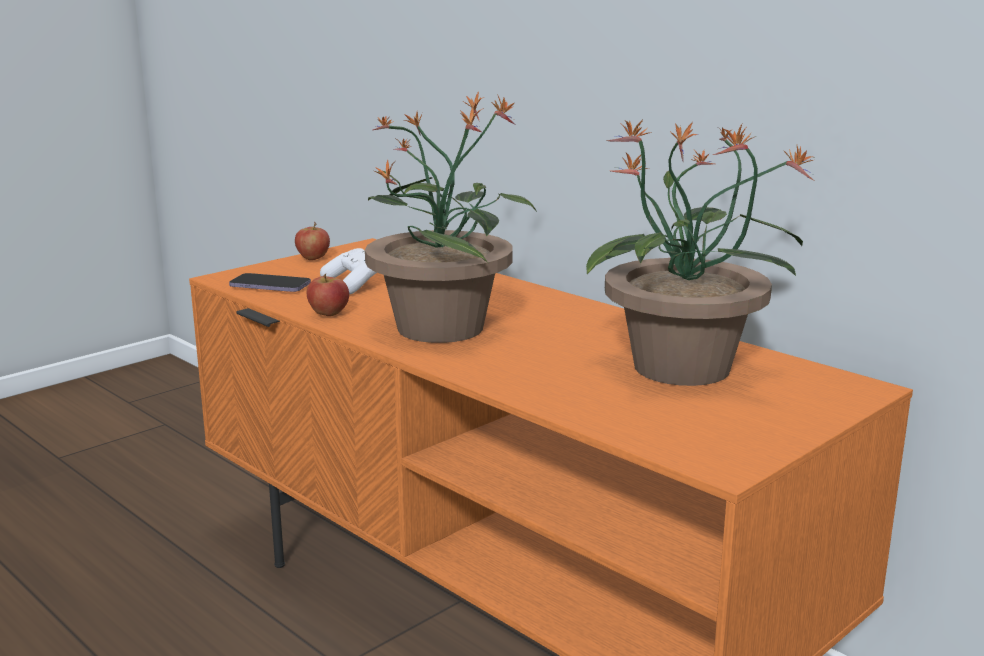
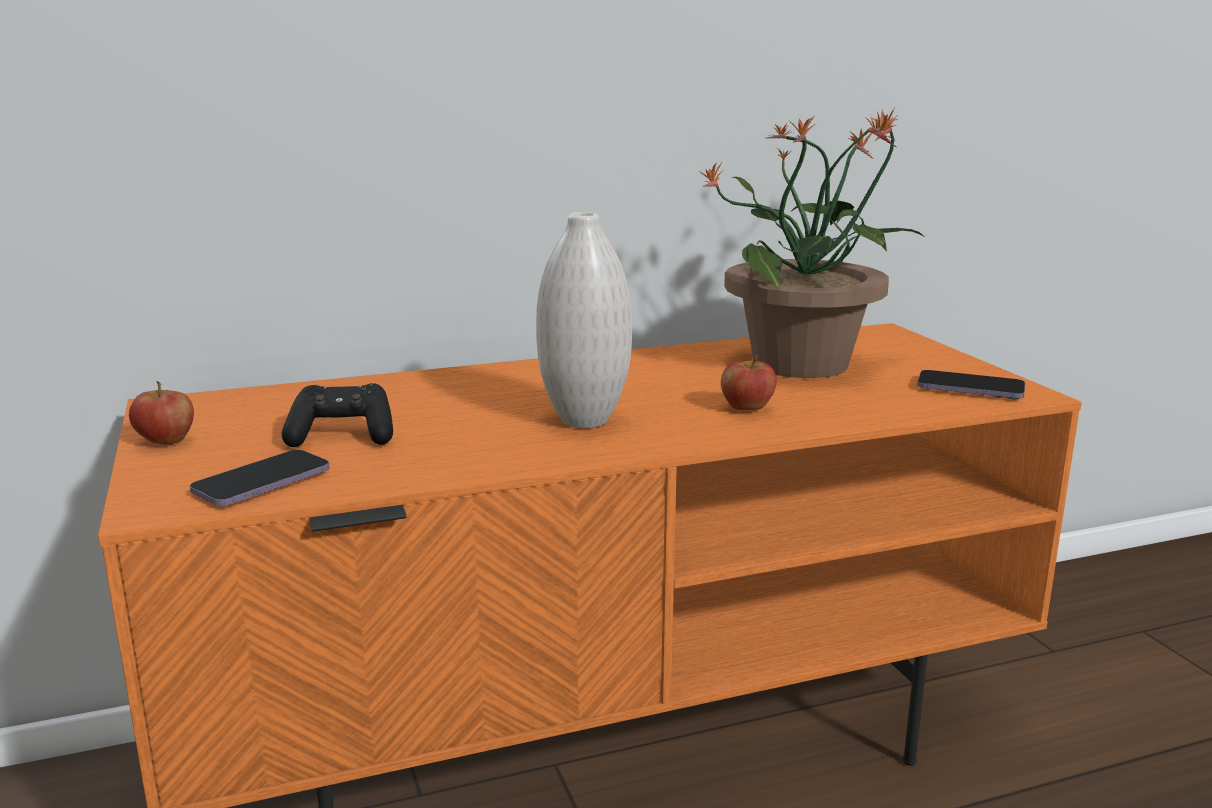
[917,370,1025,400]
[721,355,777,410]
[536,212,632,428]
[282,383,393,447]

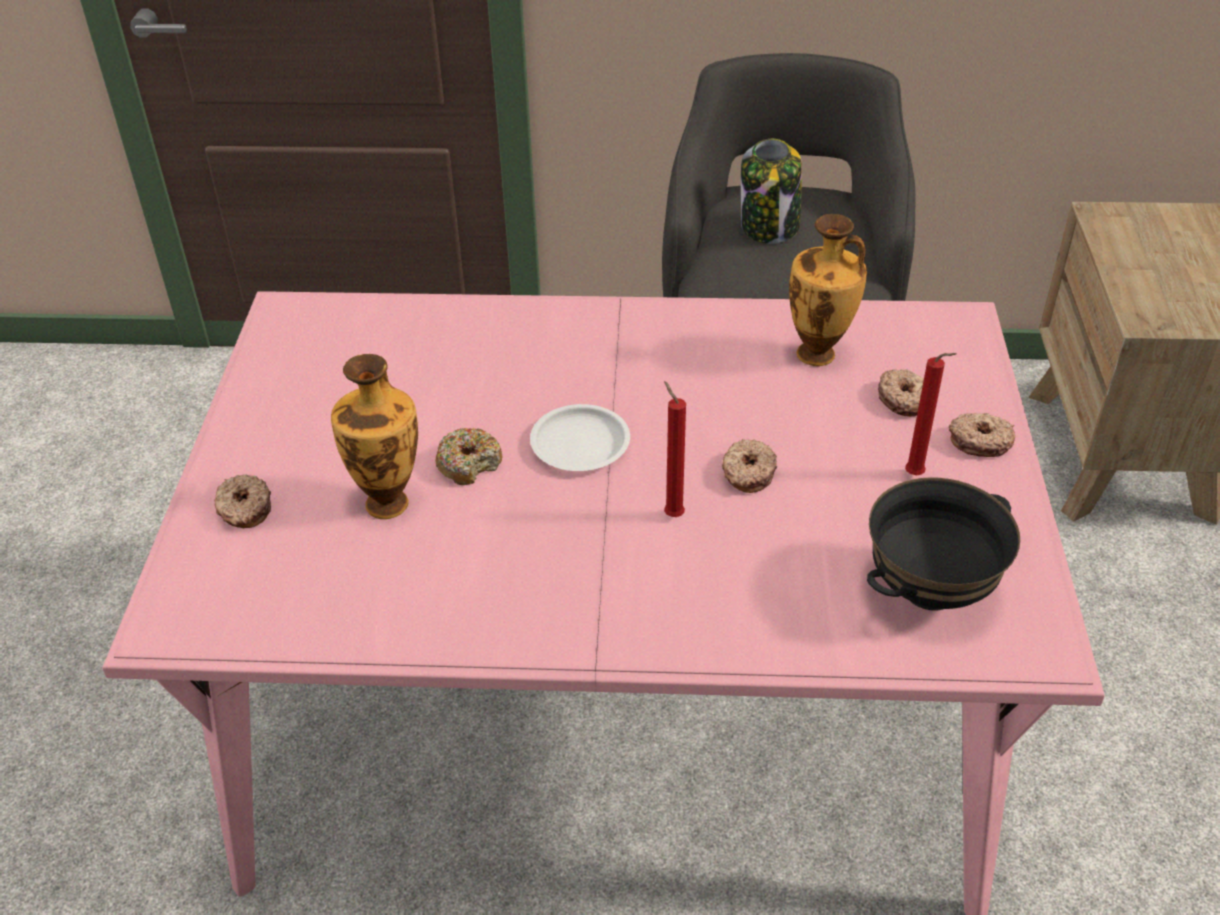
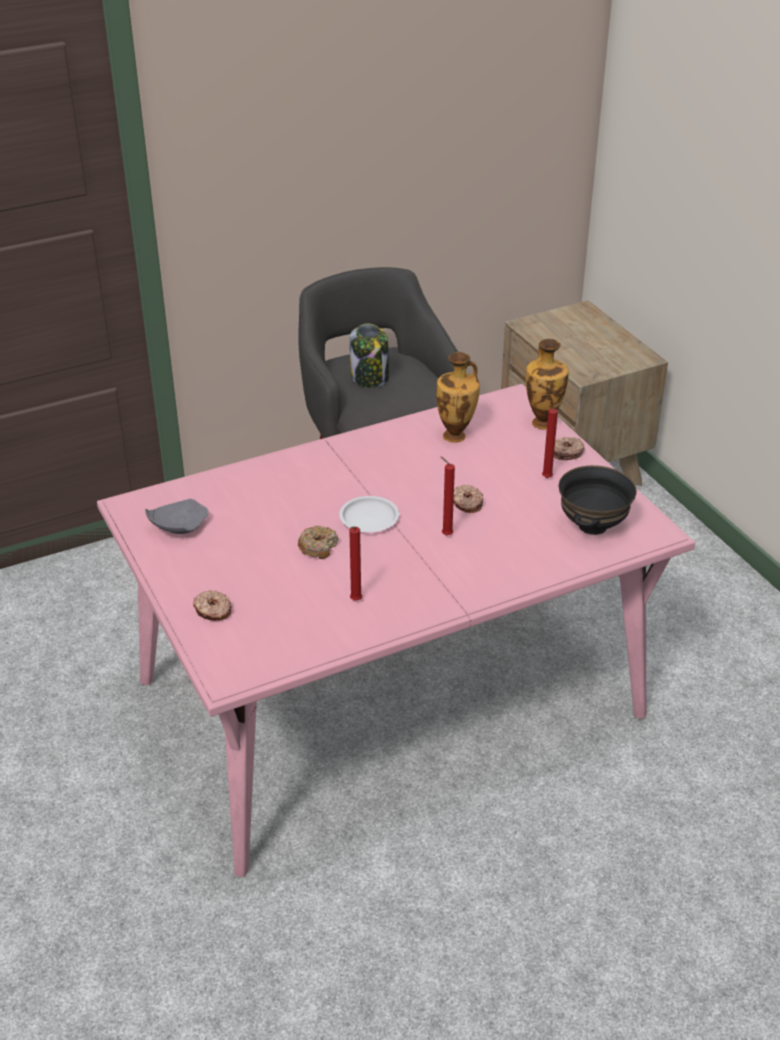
[878,369,924,417] (first image)
[145,499,209,534]
[349,526,362,601]
[526,339,569,430]

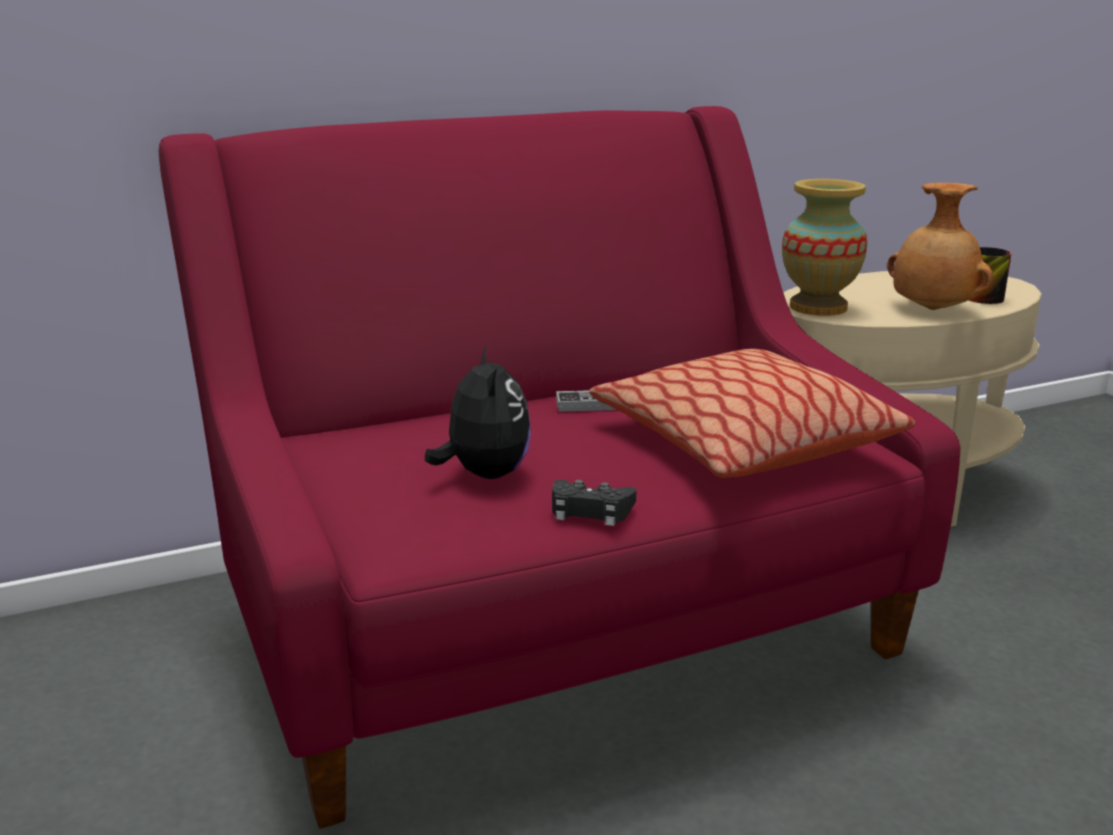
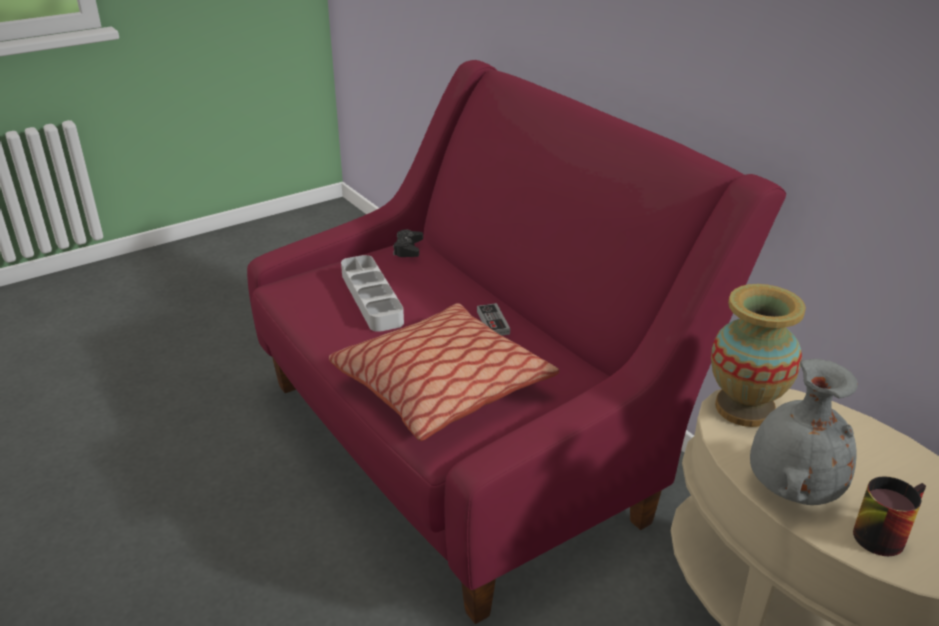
[393,229,423,257]
[341,255,404,332]
[750,359,858,505]

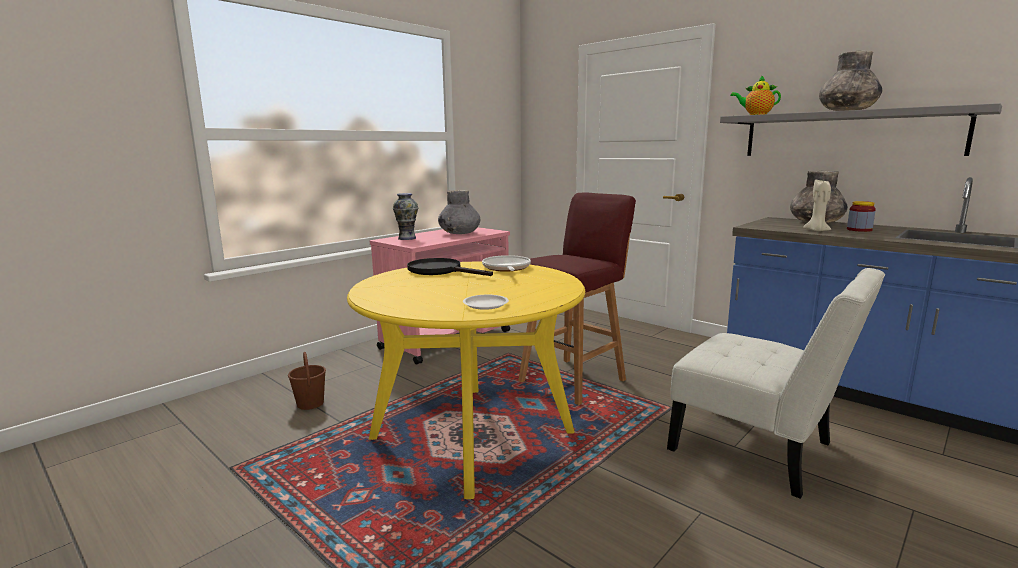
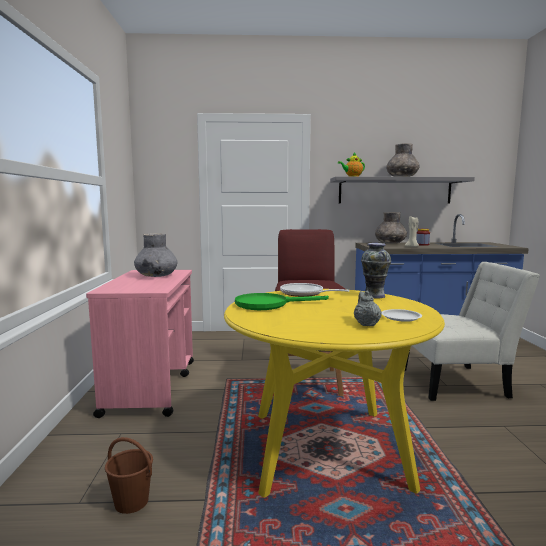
[354,291,382,326]
[361,243,391,298]
[235,293,329,310]

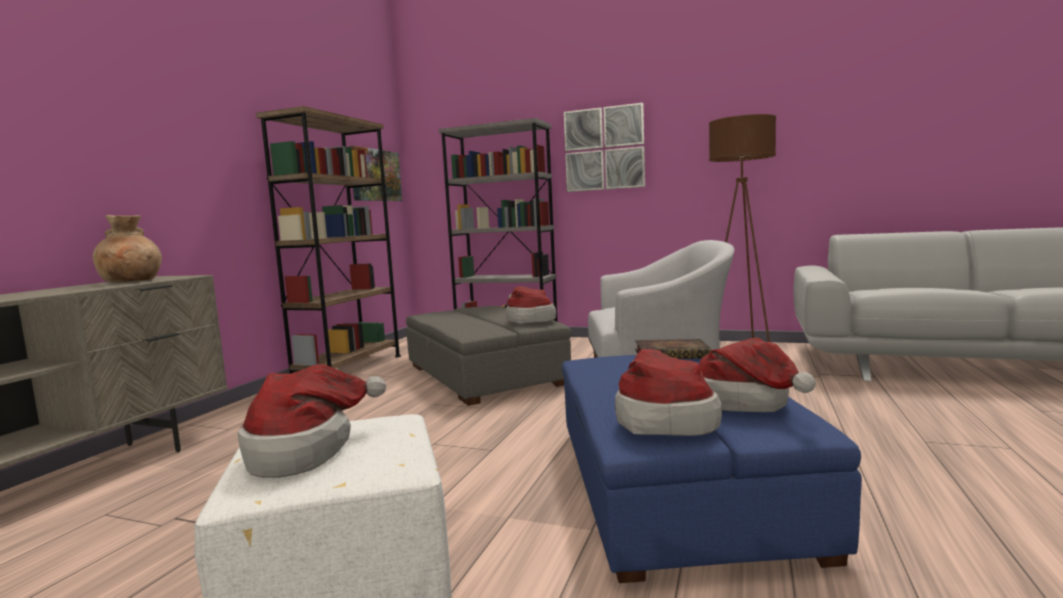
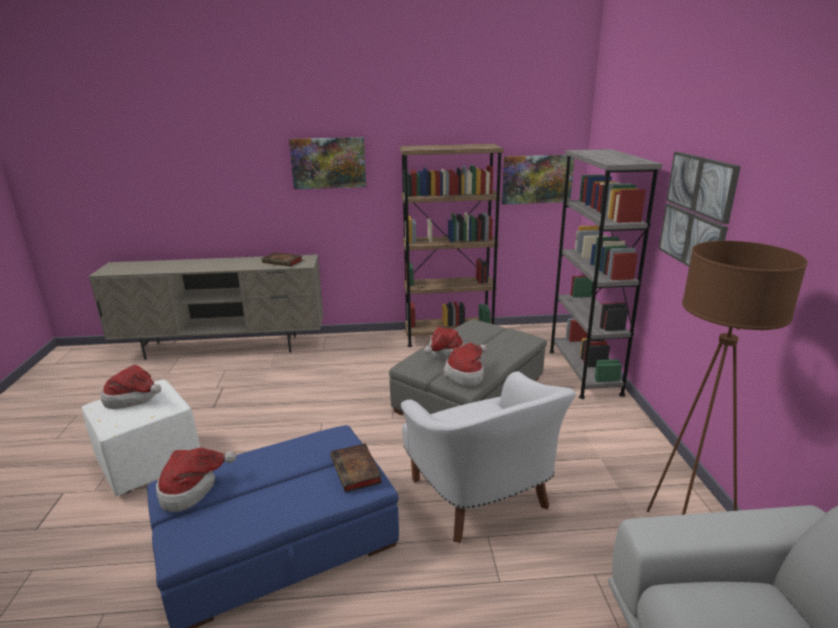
[289,137,366,189]
[424,327,465,361]
[262,252,303,267]

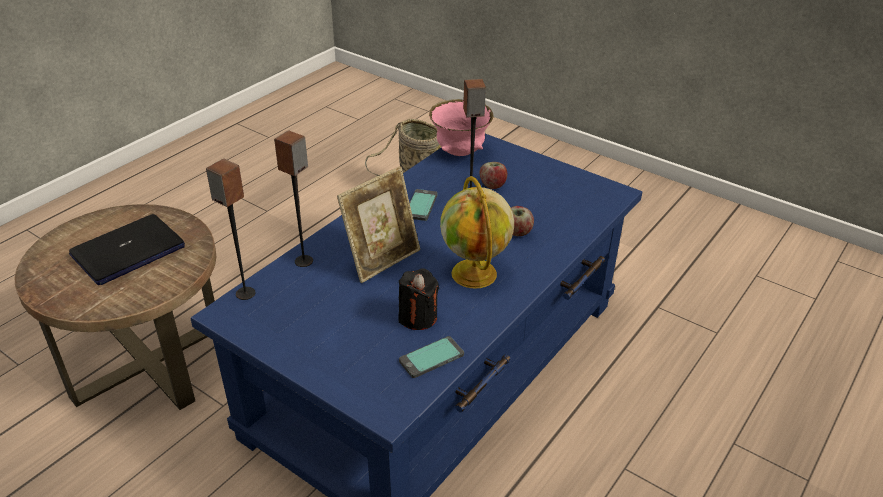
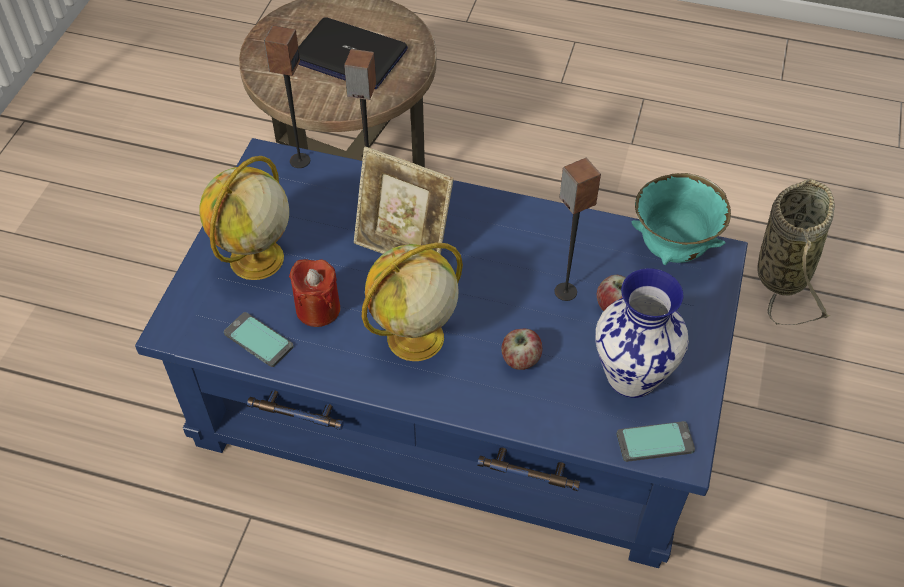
[199,156,289,280]
[595,268,689,398]
[617,421,695,462]
[289,259,340,327]
[632,173,731,265]

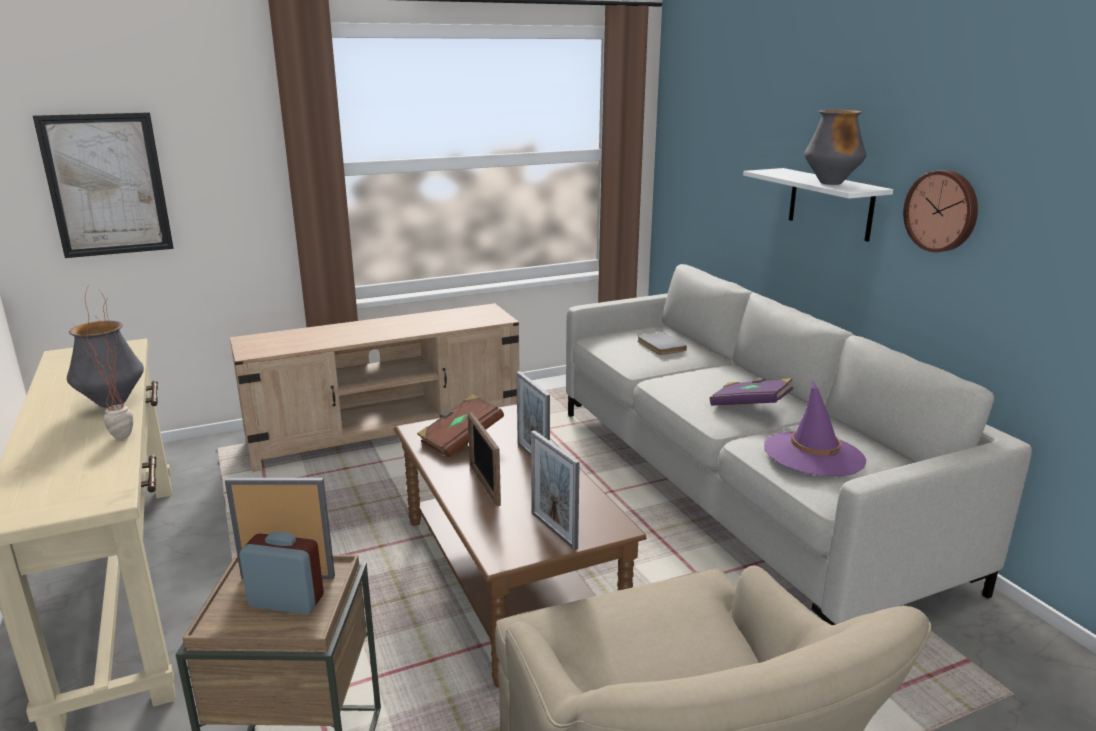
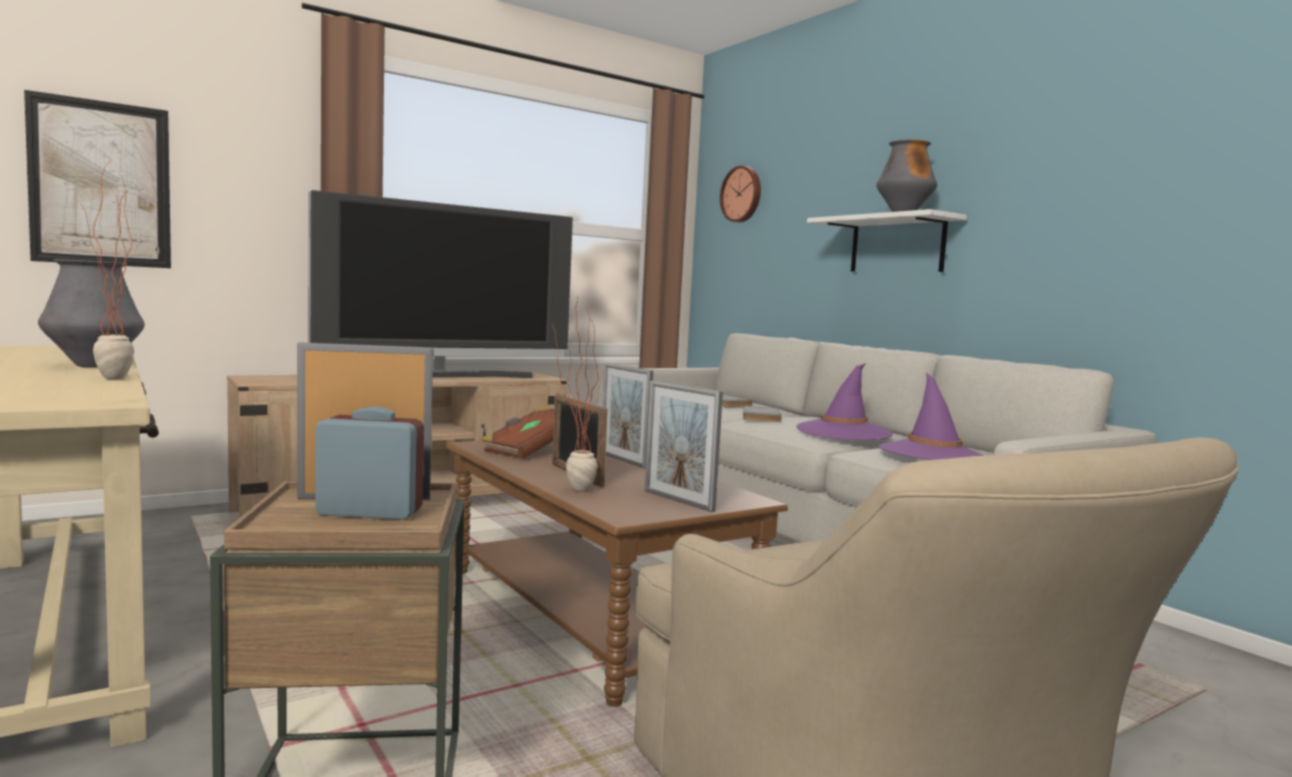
[309,190,573,378]
[552,298,604,492]
[743,406,782,422]
[720,166,761,223]
[796,363,893,441]

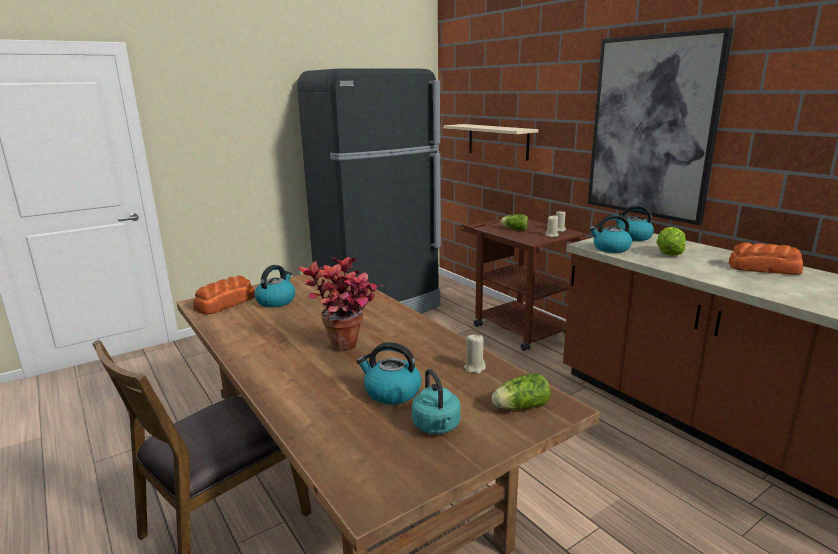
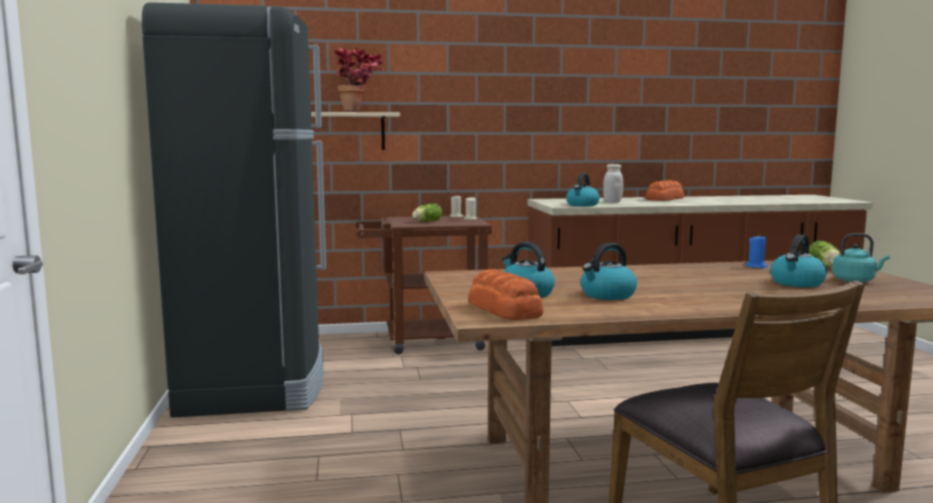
[588,27,733,225] (first image)
[334,48,384,112]
[581,243,637,300]
[603,164,623,203]
[746,234,768,268]

